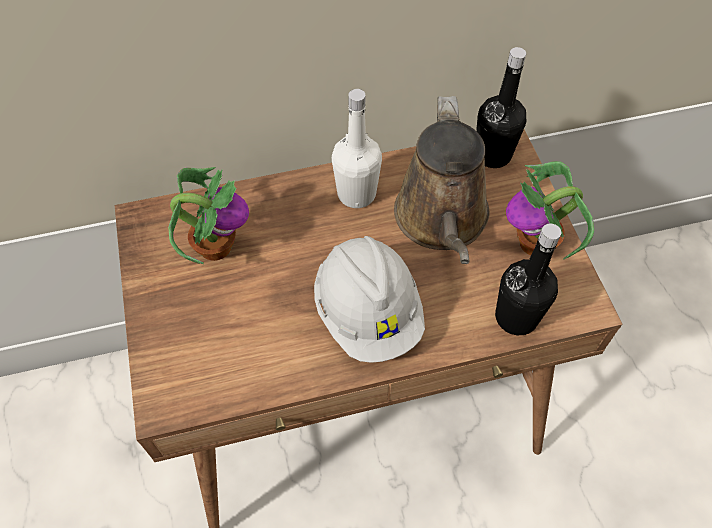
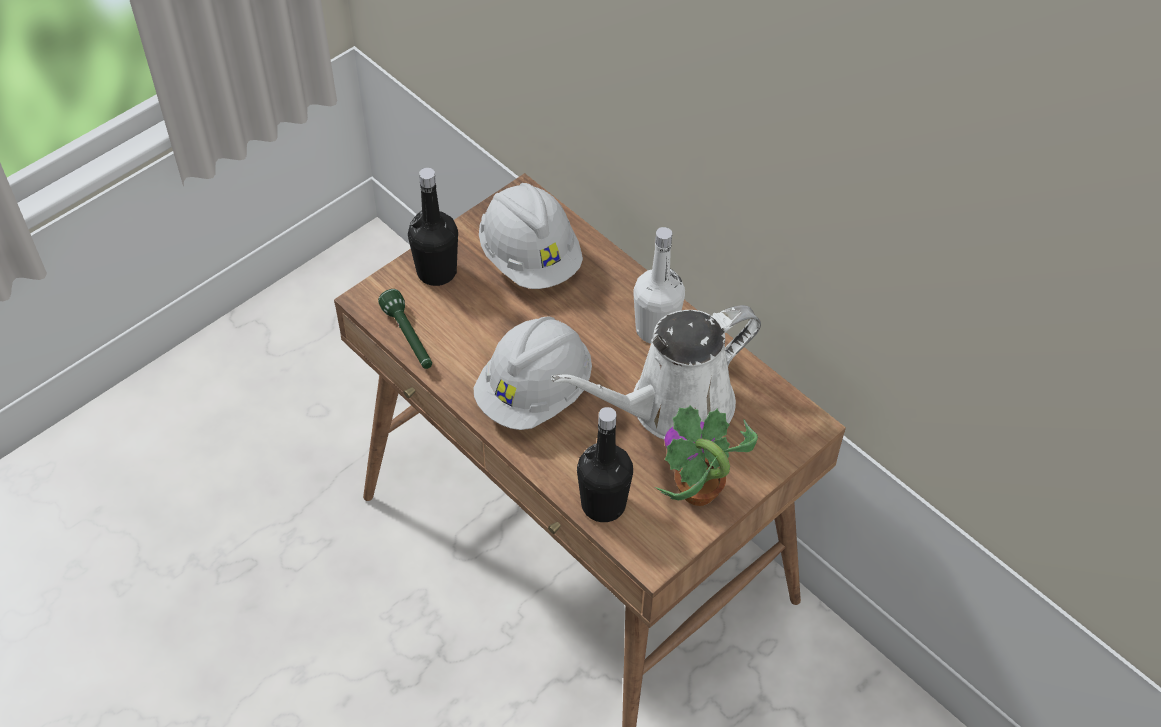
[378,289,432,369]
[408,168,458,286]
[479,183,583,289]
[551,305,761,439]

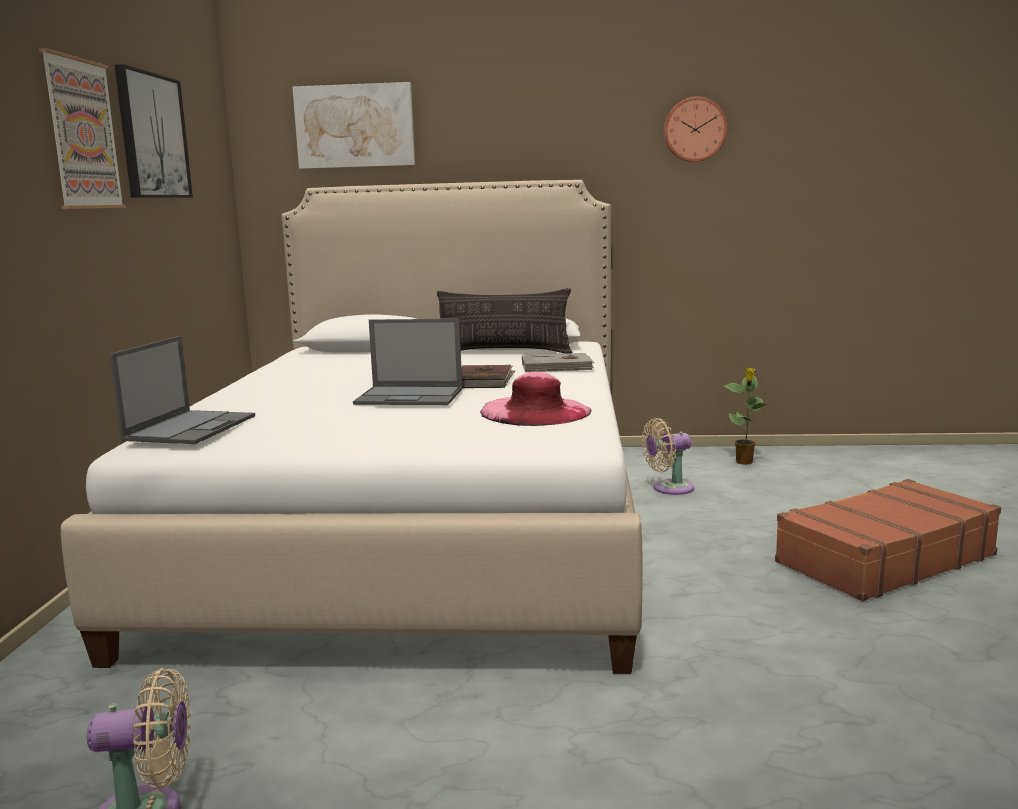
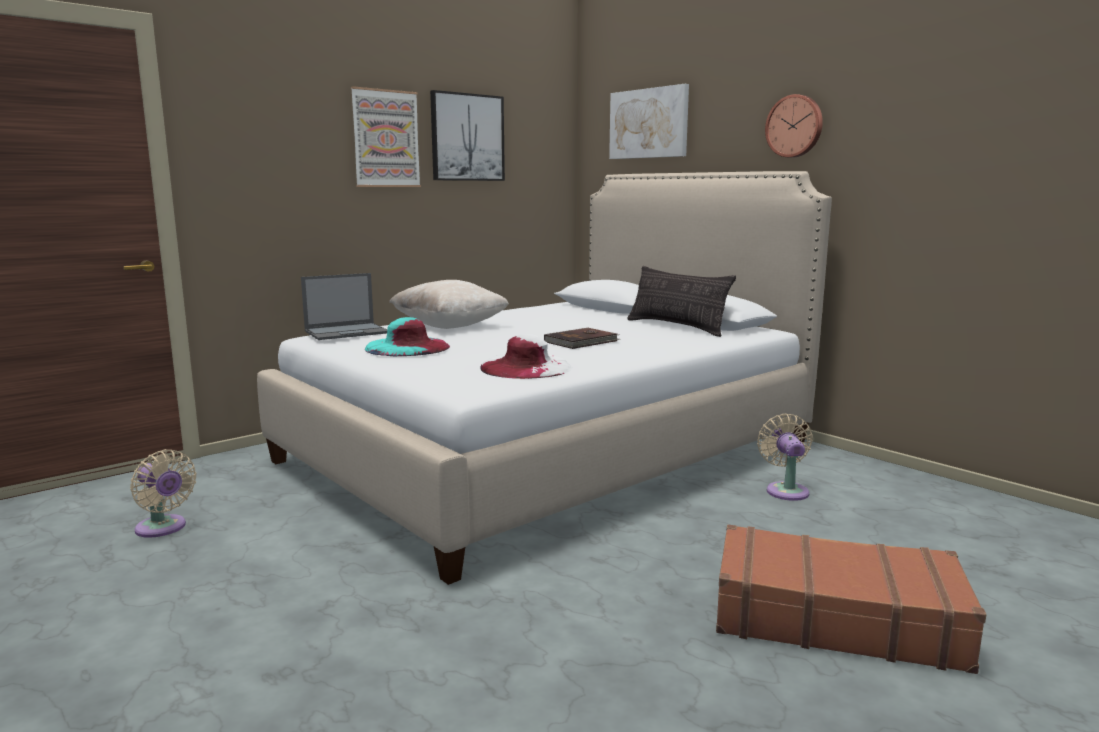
[353,319,462,405] (first image)
[522,353,594,372] (first image)
[724,367,768,465] (first image)
[365,317,450,356]
[389,280,509,329]
[765,94,823,158]
[480,334,572,379]
[757,414,813,501]

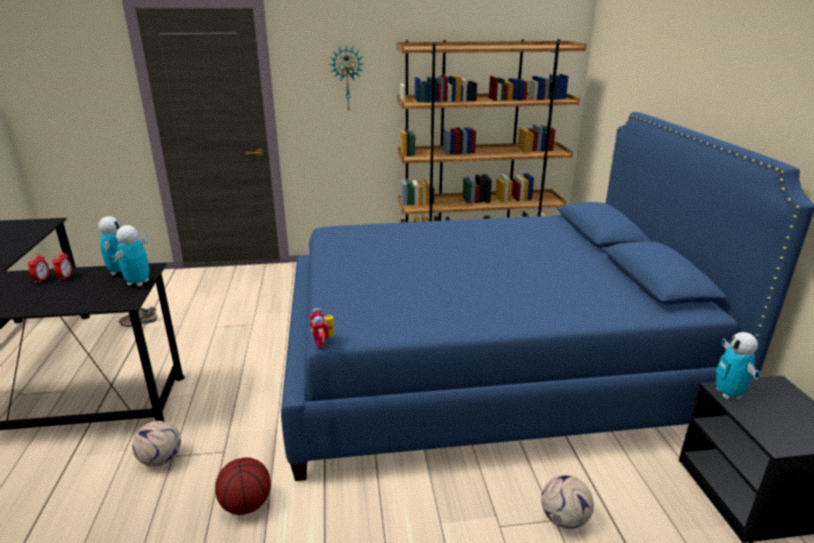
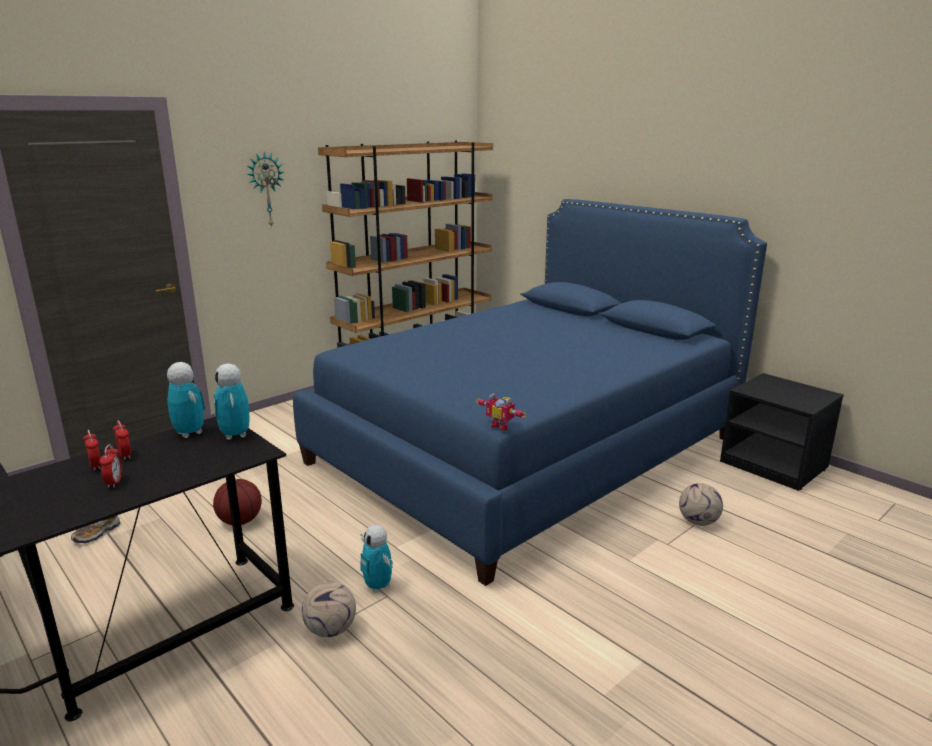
[99,444,122,488]
[213,479,262,525]
[361,525,393,593]

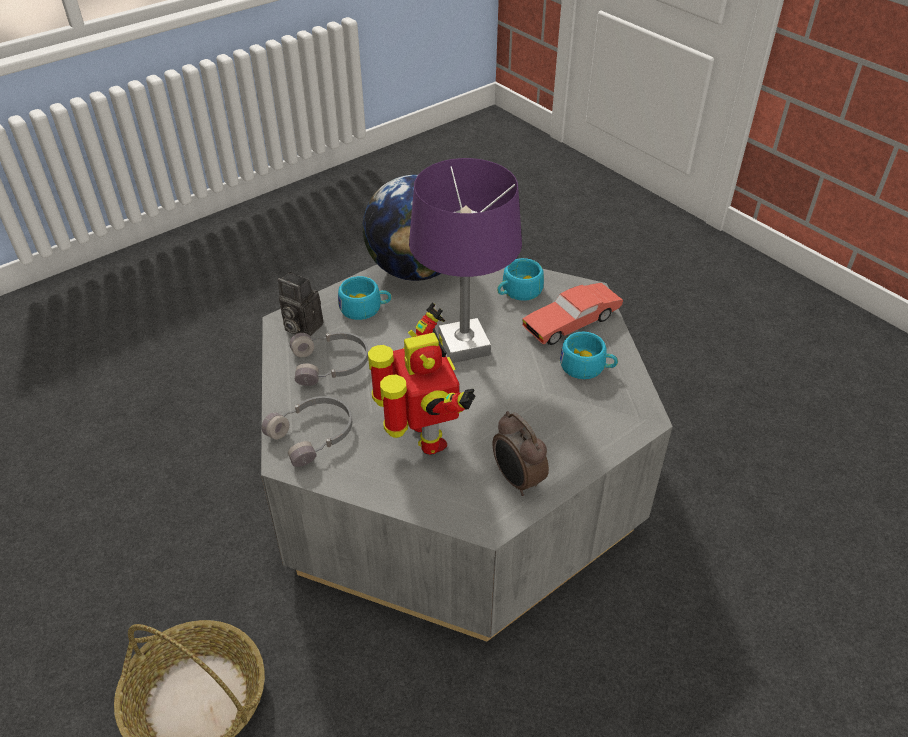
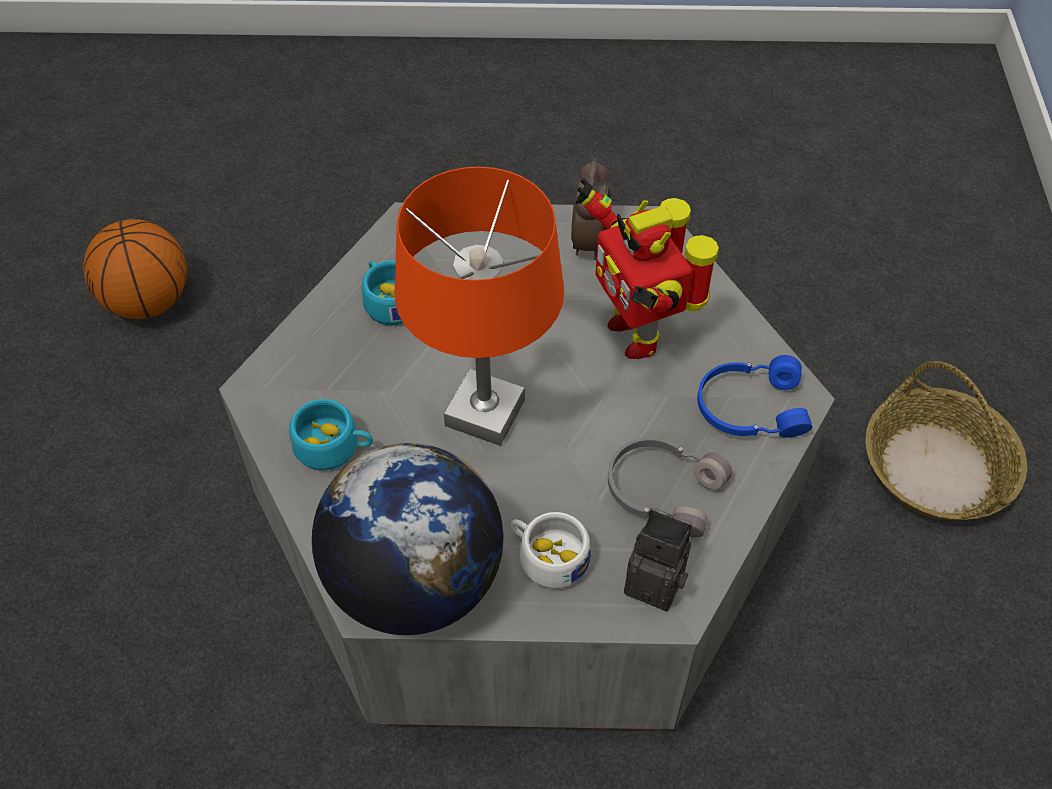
[522,283,623,345] (first image)
[83,219,187,319]
[697,355,812,438]
[511,512,591,589]
[395,167,564,446]
[624,508,692,611]
[575,178,719,359]

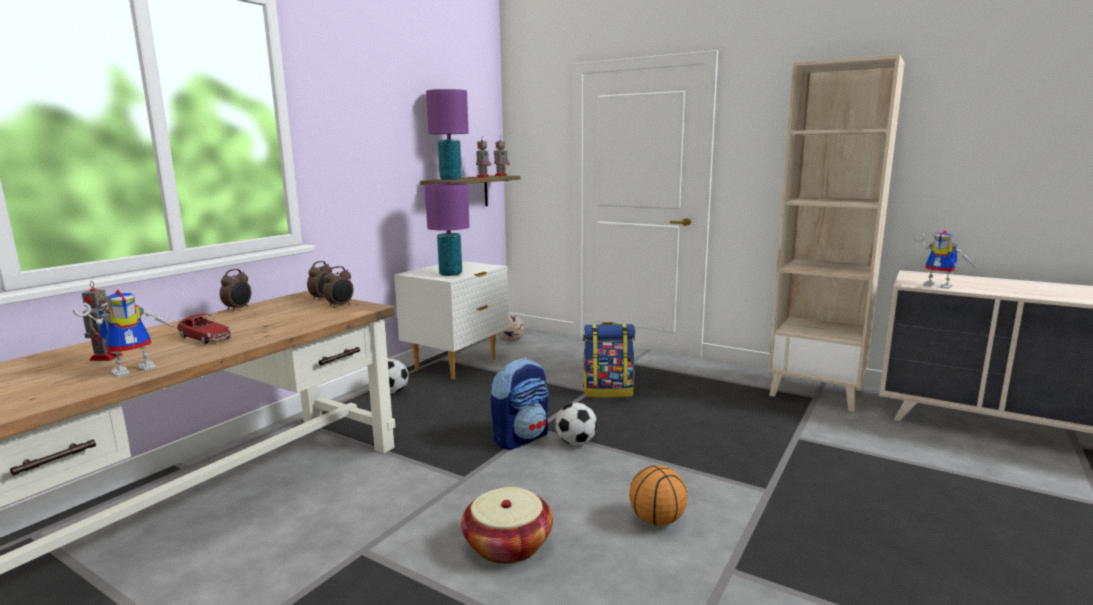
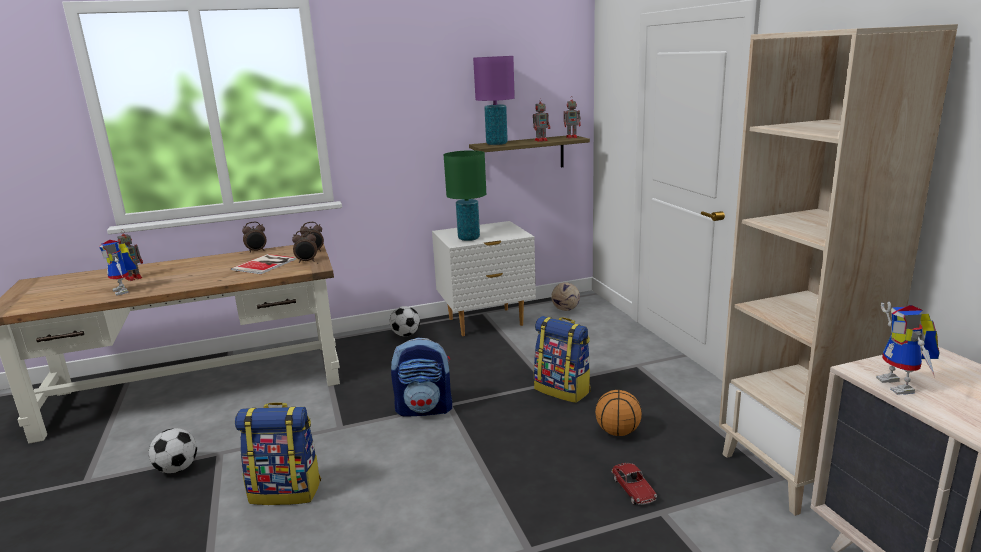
[231,254,296,274]
[612,463,657,505]
[149,428,197,473]
[595,390,642,436]
[235,402,321,505]
[444,150,486,241]
[99,240,137,295]

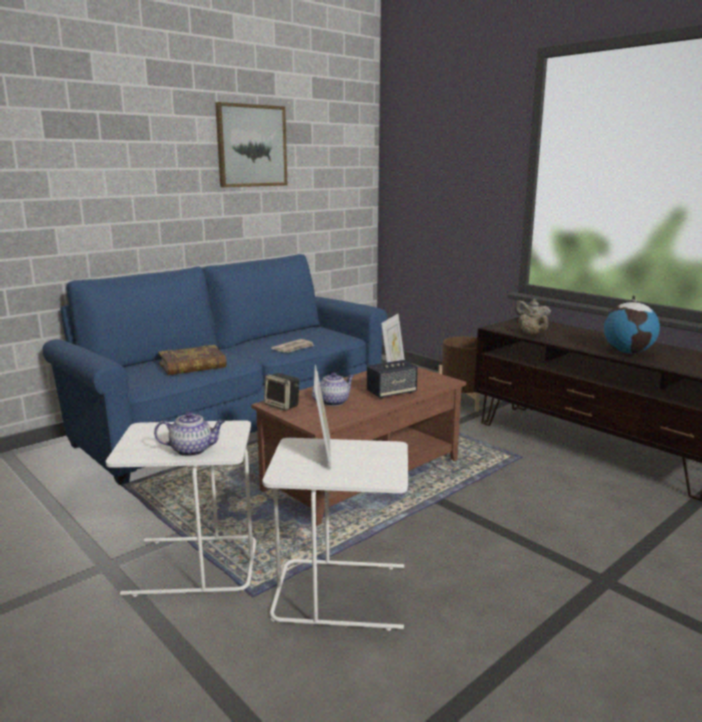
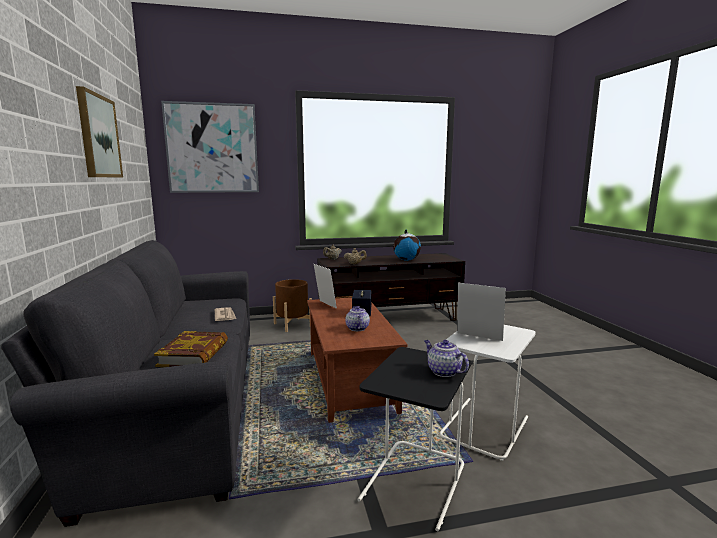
[264,373,299,411] (first image)
[161,101,259,193]
[1,240,250,527]
[357,347,471,531]
[424,340,469,377]

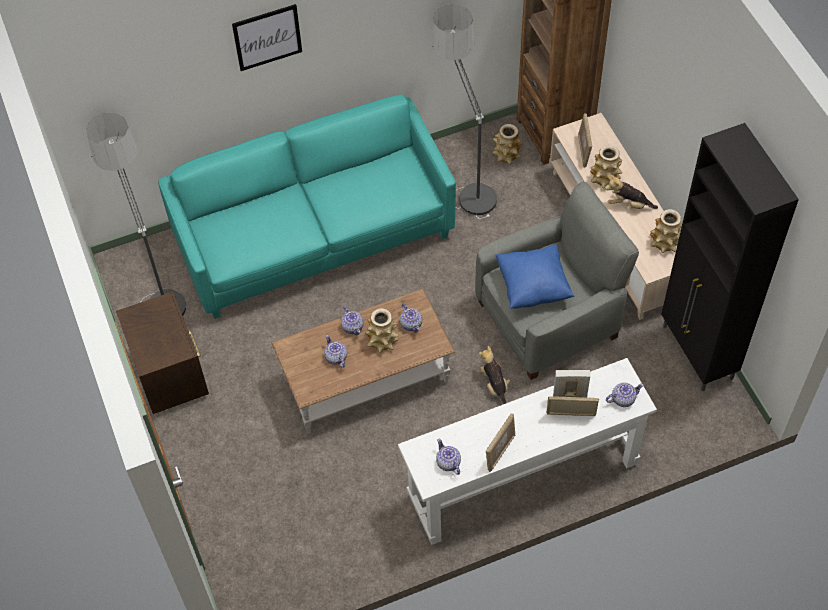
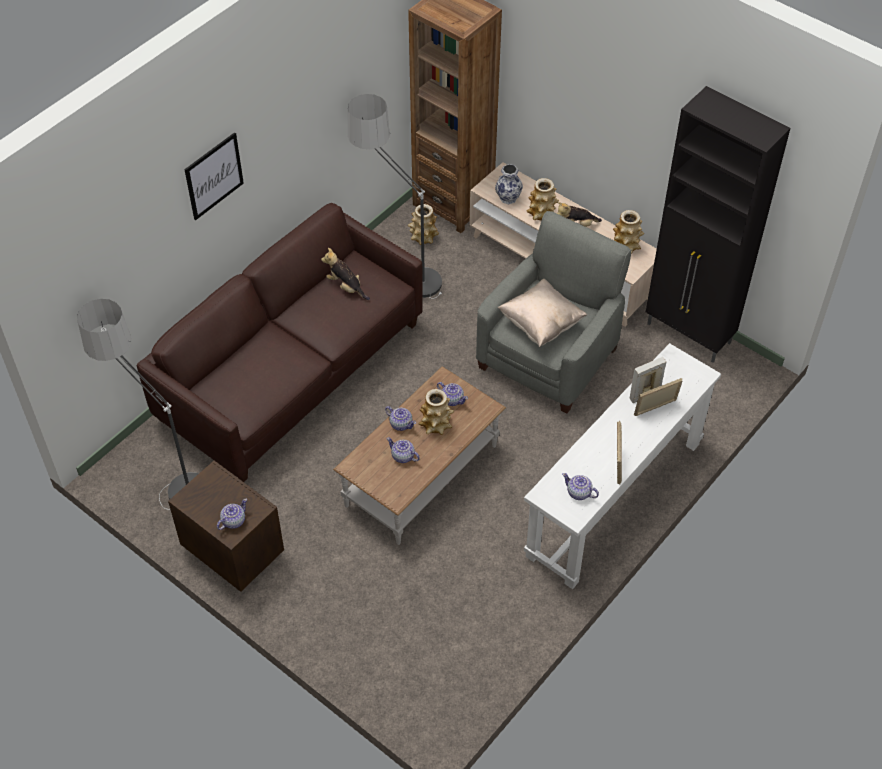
[321,248,370,300]
[217,498,247,530]
[495,164,523,204]
[137,203,423,482]
[497,279,588,347]

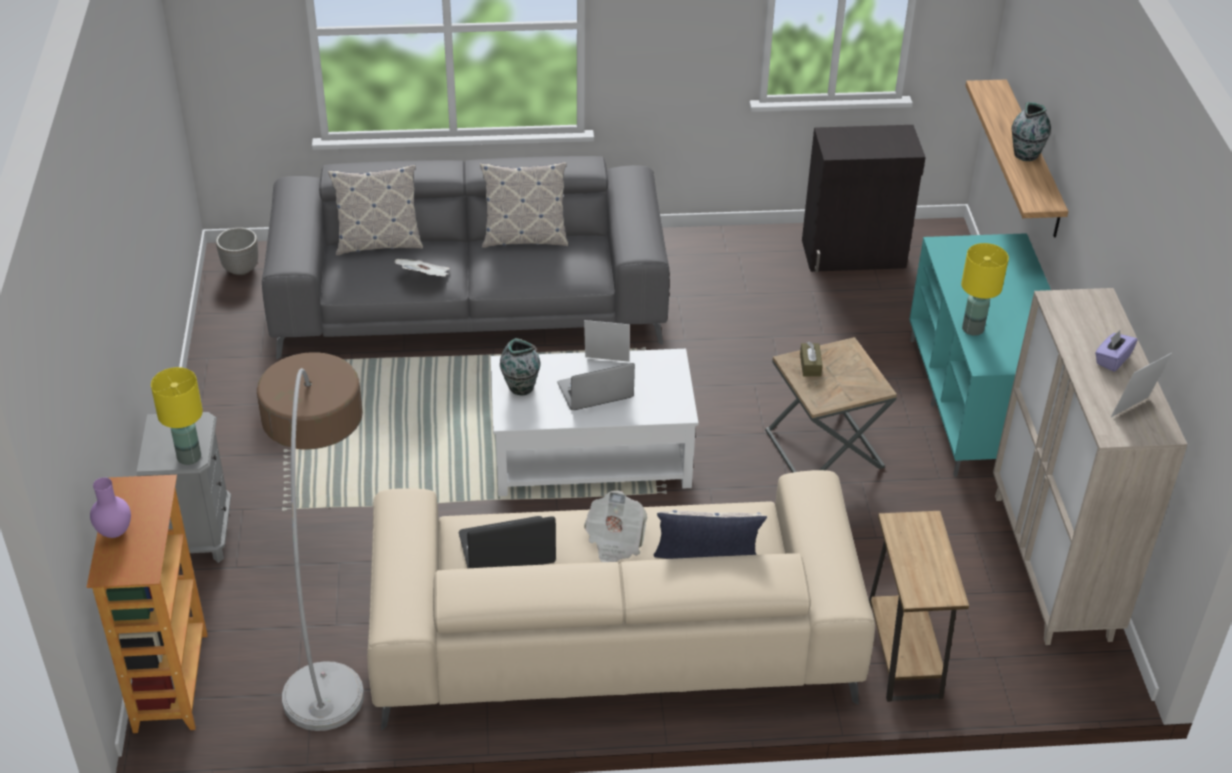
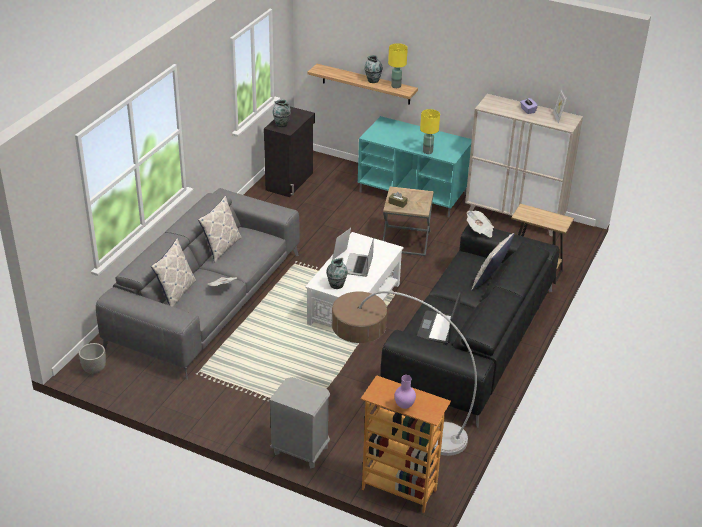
[272,100,291,128]
[388,43,408,88]
[467,211,494,238]
[380,224,559,428]

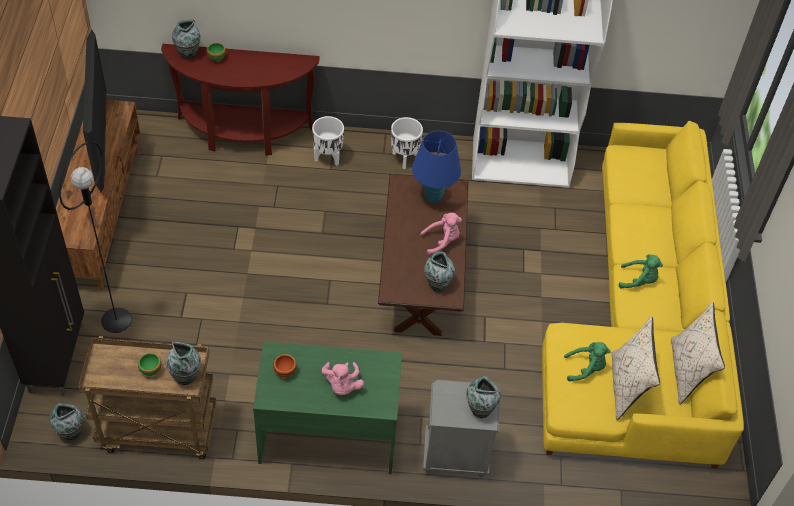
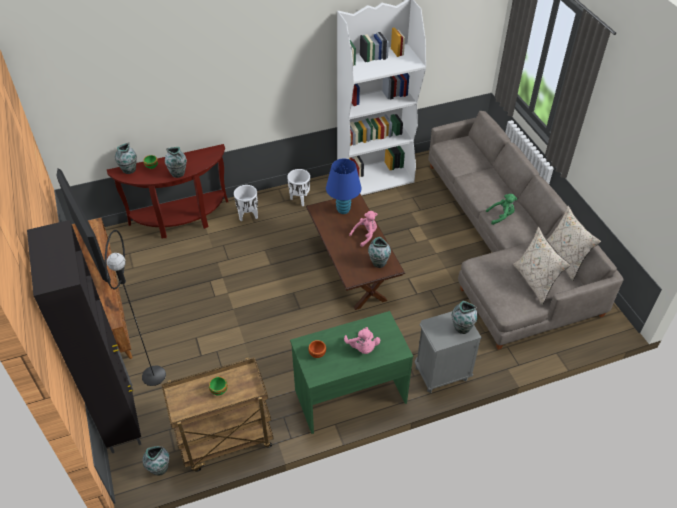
[564,342,611,381] (first image)
[165,147,187,178]
[428,111,624,350]

